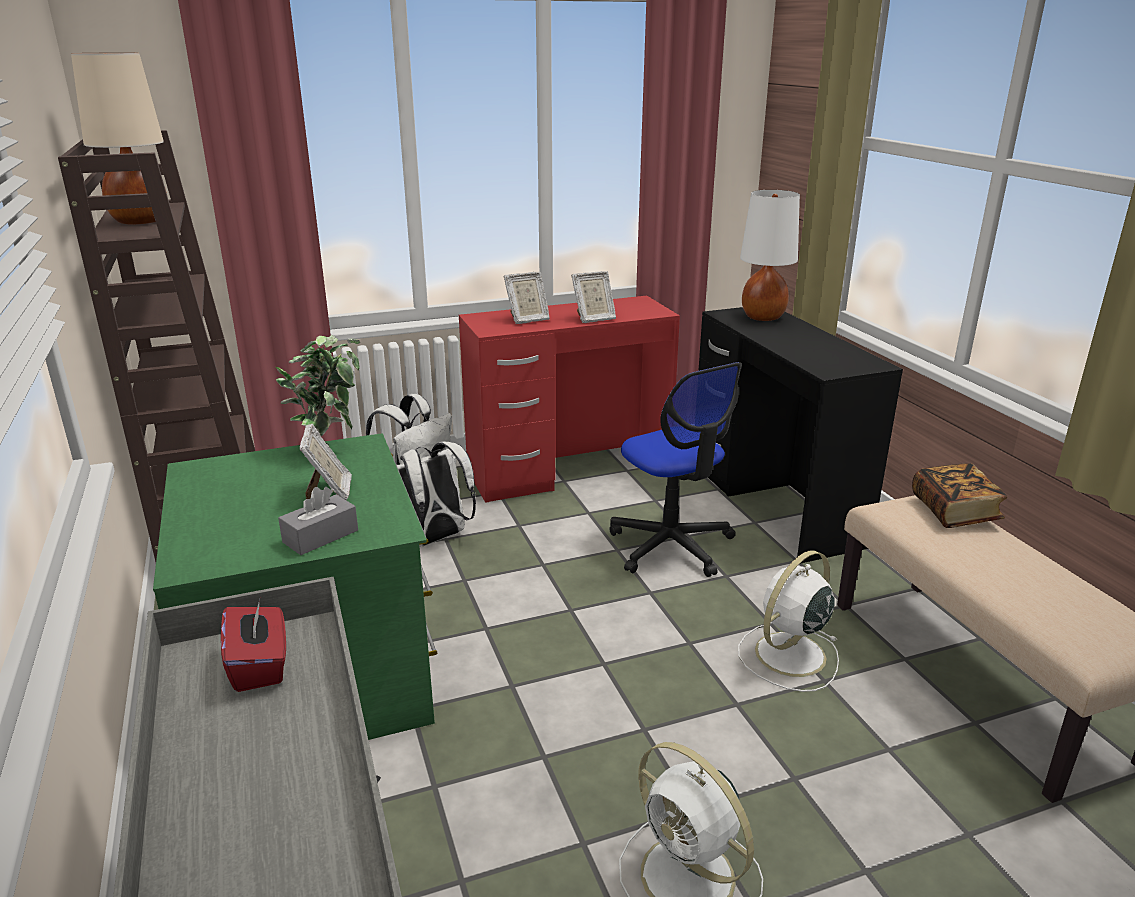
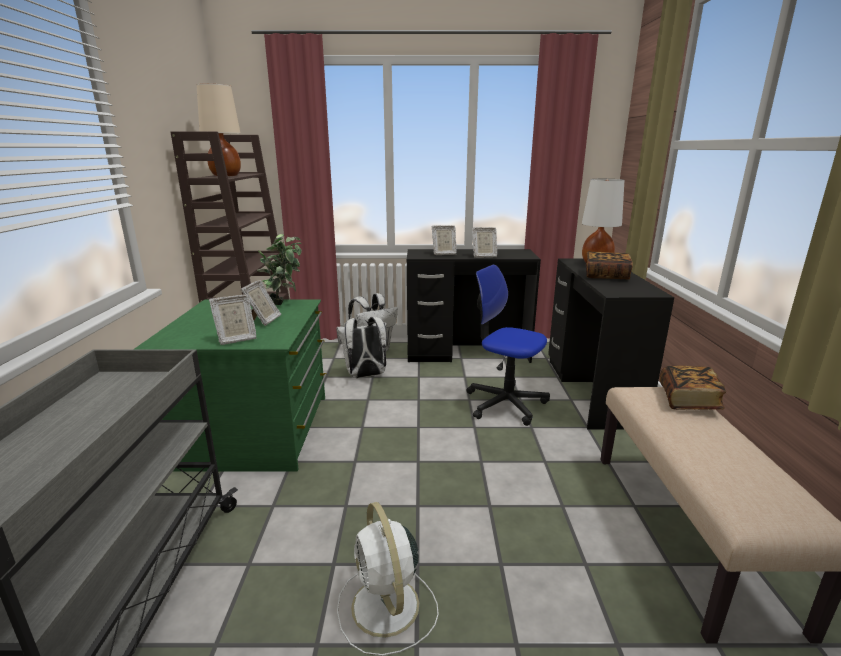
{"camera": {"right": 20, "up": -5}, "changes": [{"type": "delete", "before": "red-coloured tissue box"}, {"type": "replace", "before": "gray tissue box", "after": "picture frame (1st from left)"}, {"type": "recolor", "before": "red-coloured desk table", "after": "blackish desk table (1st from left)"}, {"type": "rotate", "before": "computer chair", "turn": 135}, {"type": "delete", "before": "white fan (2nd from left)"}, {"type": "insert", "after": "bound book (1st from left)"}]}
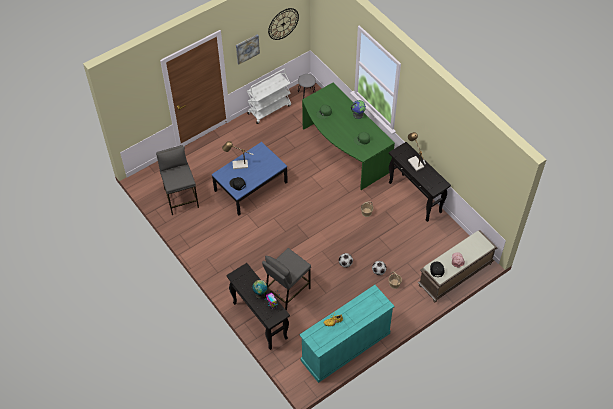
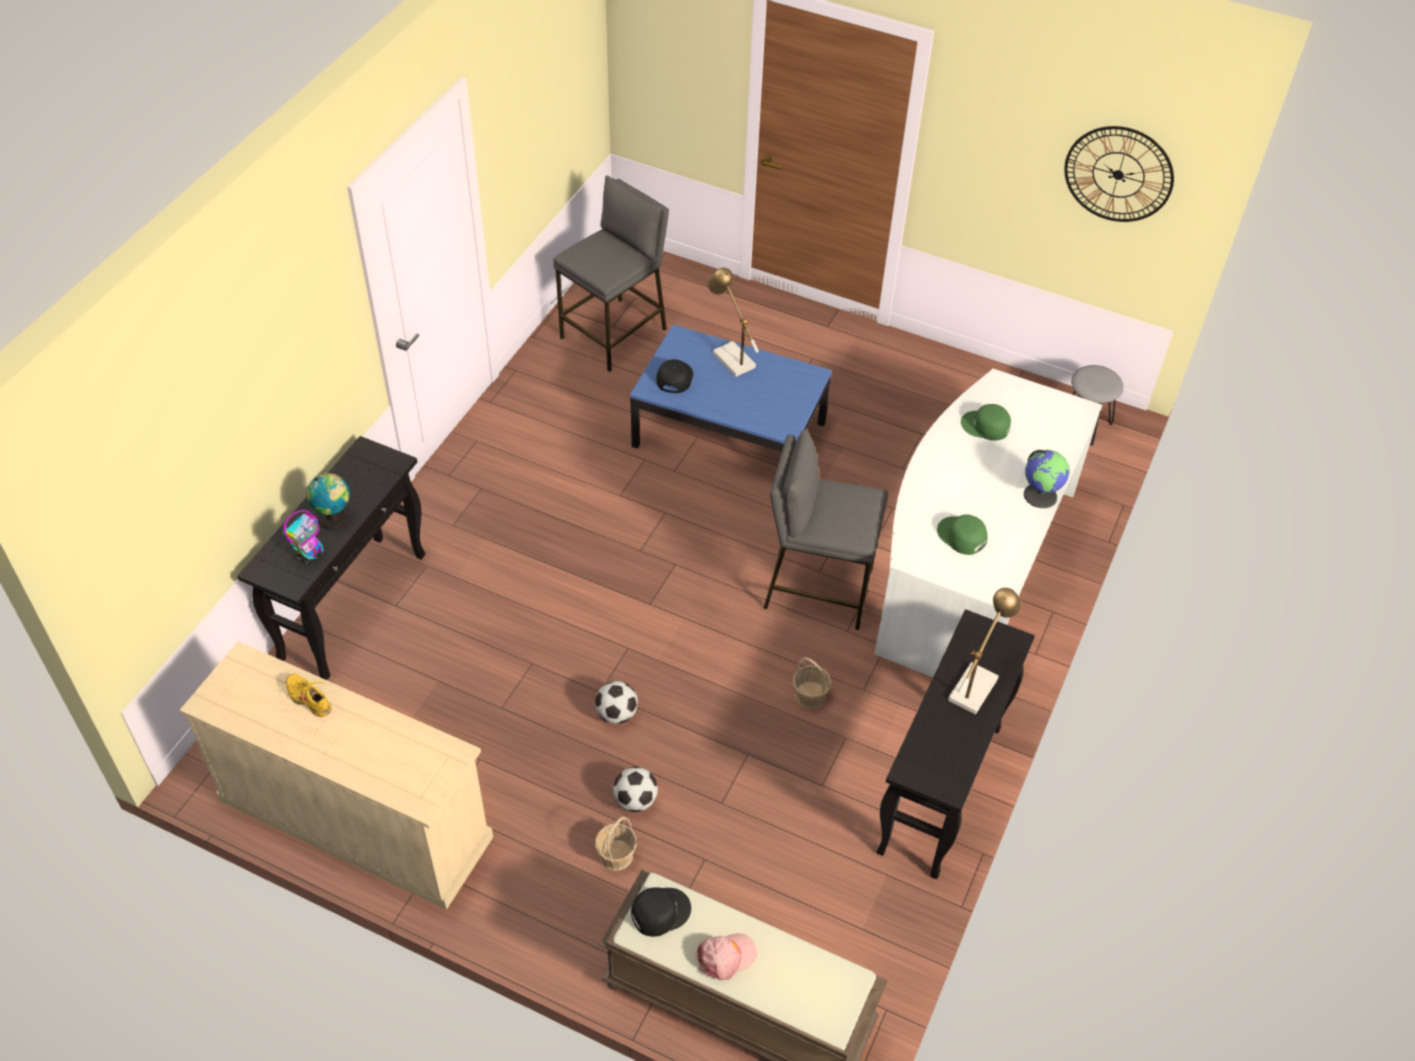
{"camera": {"right": 60, "up": -5}, "changes": [{"type": "delete", "before": "wall picture"}, {"type": "delete", "before": "white trolley"}, {"type": "move", "before": "gray stool (2nd from left)"}, {"type": "recolor", "before": "turquoise-coloured chest of drawers", "after": "beige-coloured chest of drawers"}, {"type": "recolor", "before": "green-coloured desk table", "after": "white desk table"}]}
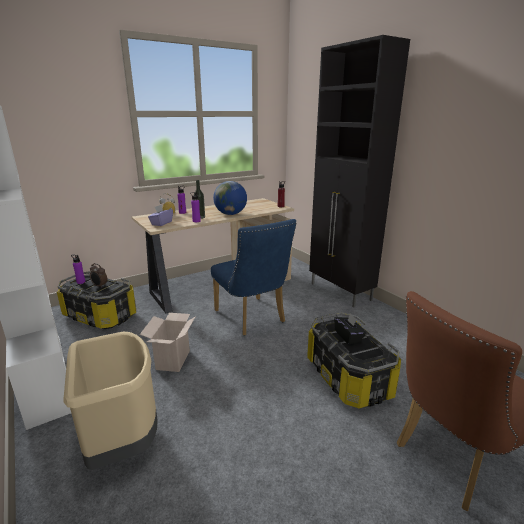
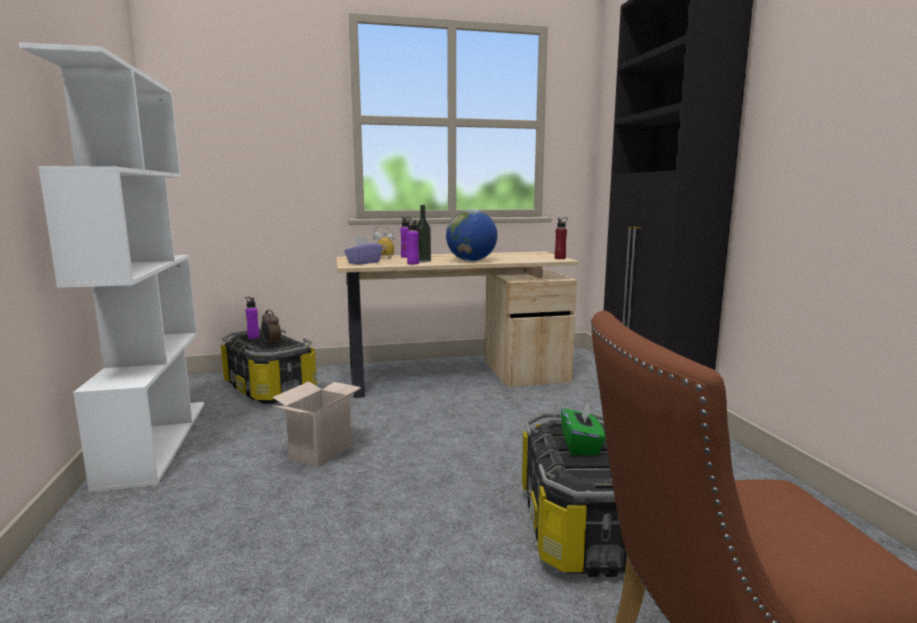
{"camera": {"right": 20, "up": -10}, "changes": [{"type": "delete", "before": "beige-coloured trash can"}, {"type": "delete", "before": "bluish plain chair"}, {"type": "recolor", "before": "blackish tissue box", "after": "green-coloured tissue box"}]}
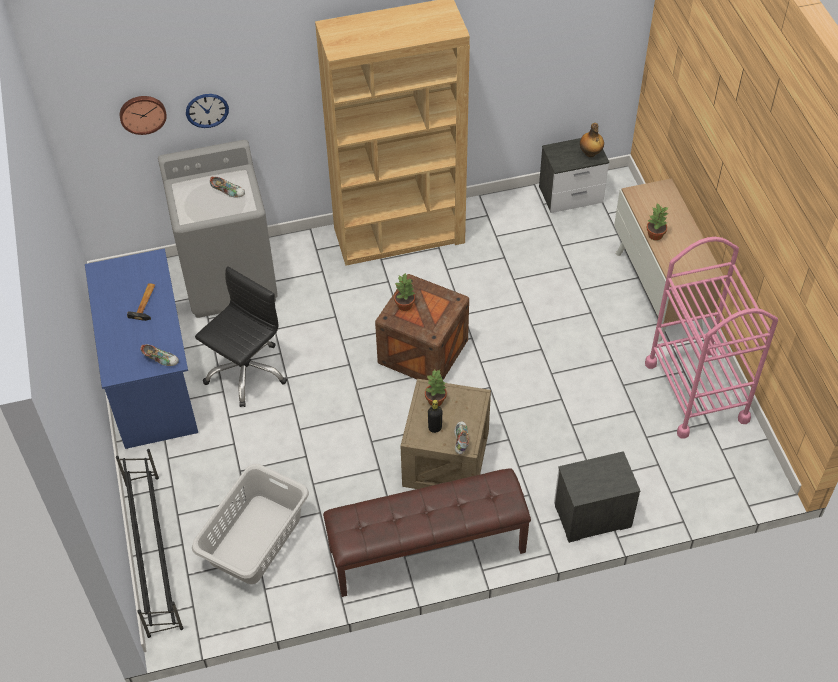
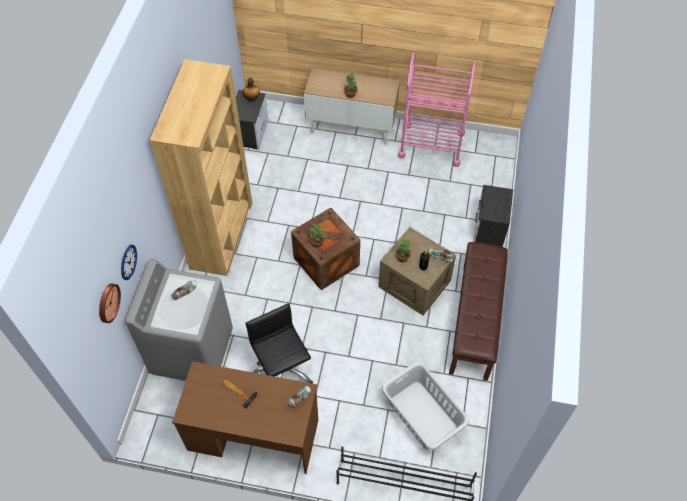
{"camera": {"right": -65, "up": 5}, "changes": [{"type": "recolor", "before": "bluish desk table", "after": "brownish desk table"}]}
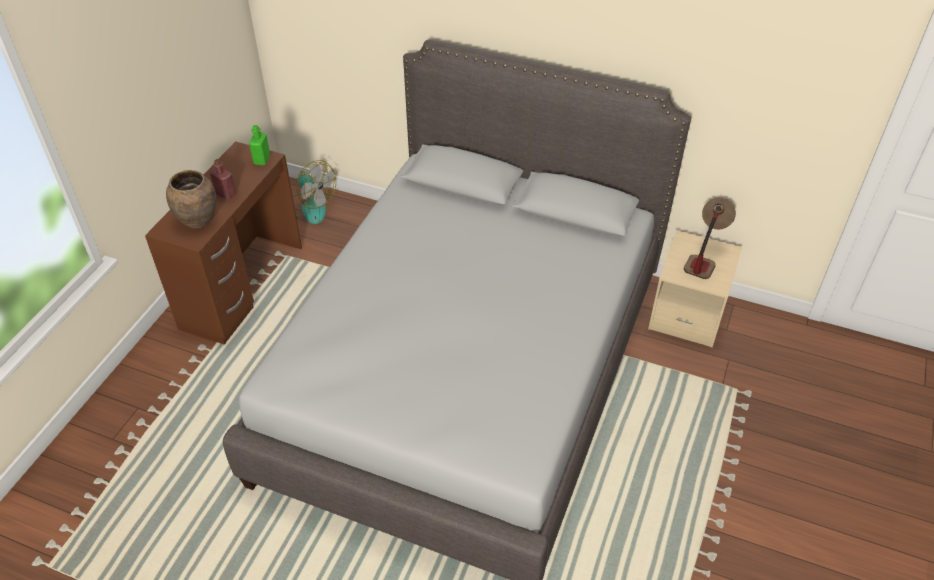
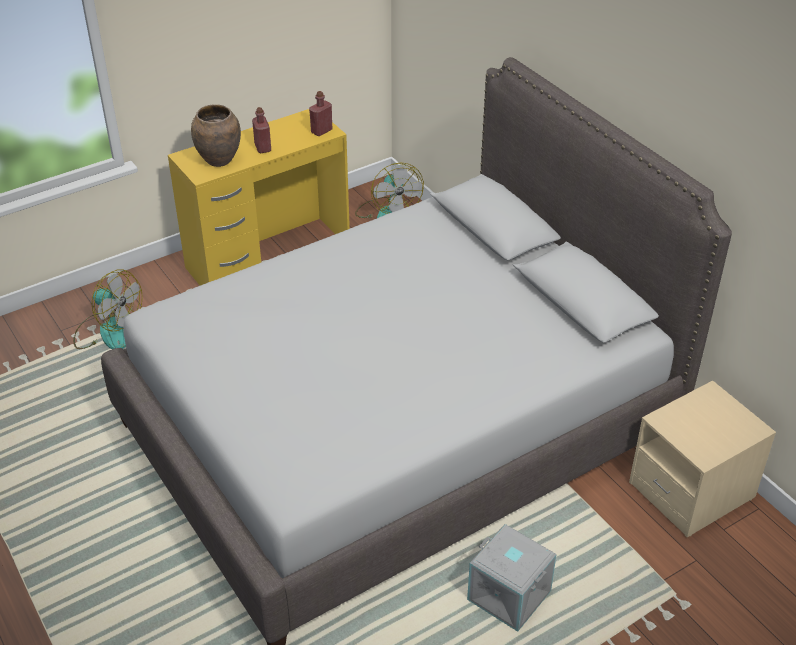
{"camera": {"right": 35, "up": -5}, "changes": [{"type": "recolor", "before": "brownish desk table", "after": "yellow-coloured desk table"}, {"type": "recolor", "before": "green-coloured beverage bottle", "after": "red-coloured beverage bottle (2nd from left)"}, {"type": "delete", "before": "tabletop lamp"}, {"type": "insert", "after": "fan (1st from left)"}, {"type": "insert", "after": "gray storage container"}]}
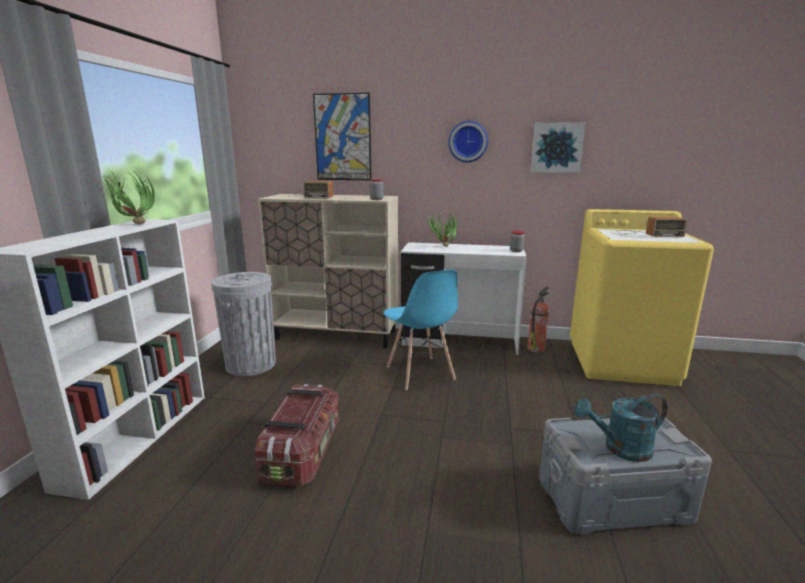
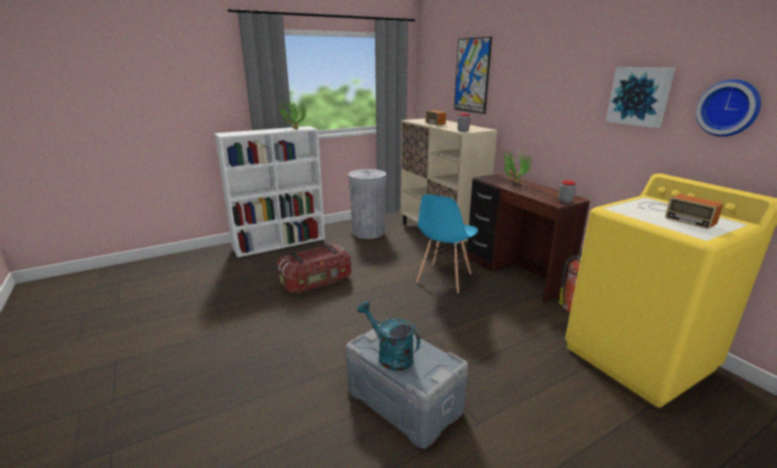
{"camera": {"right": 50, "up": 5}, "changes": [{"type": "recolor", "before": "white desk table", "after": "brownish desk table"}, {"type": "move", "before": "hanging clock"}]}
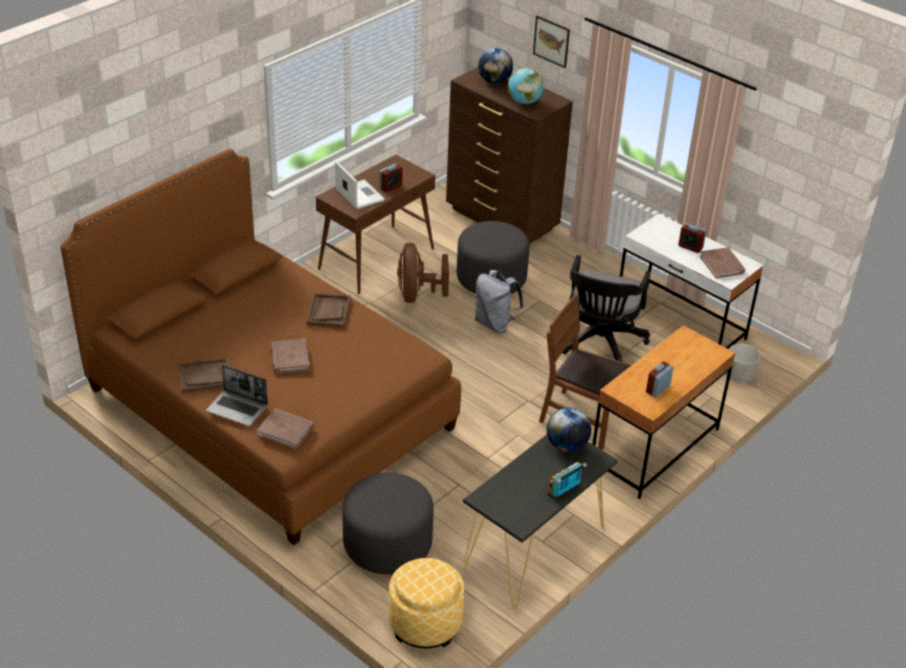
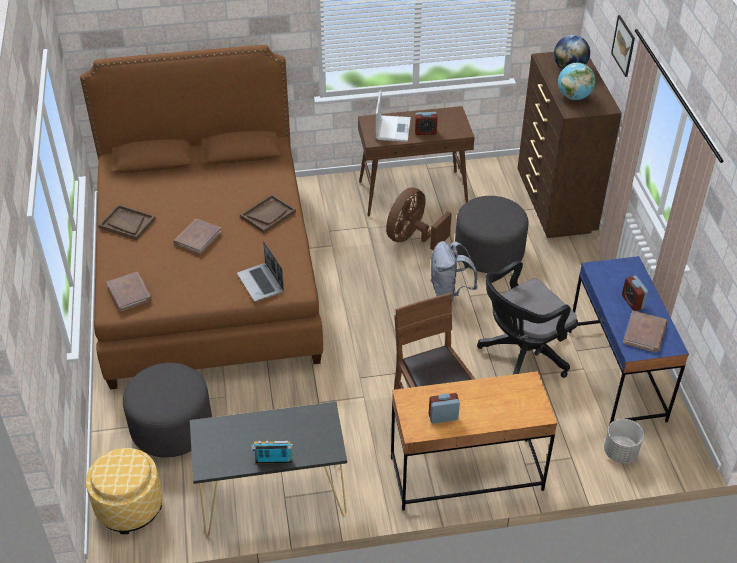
{"camera": {"right": 40, "up": 5}, "changes": [{"type": "move", "before": "laptop (1st from left)"}, {"type": "delete", "before": "desk globe (3rd from left)"}, {"type": "recolor", "before": "white desk table", "after": "bluish desk table"}]}
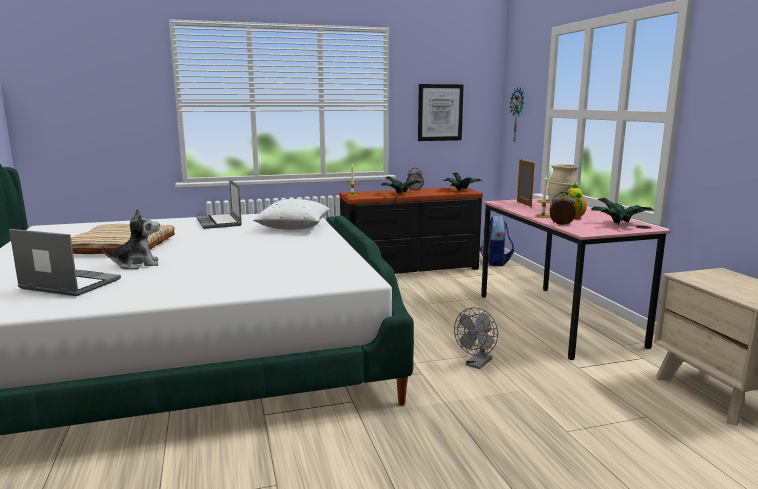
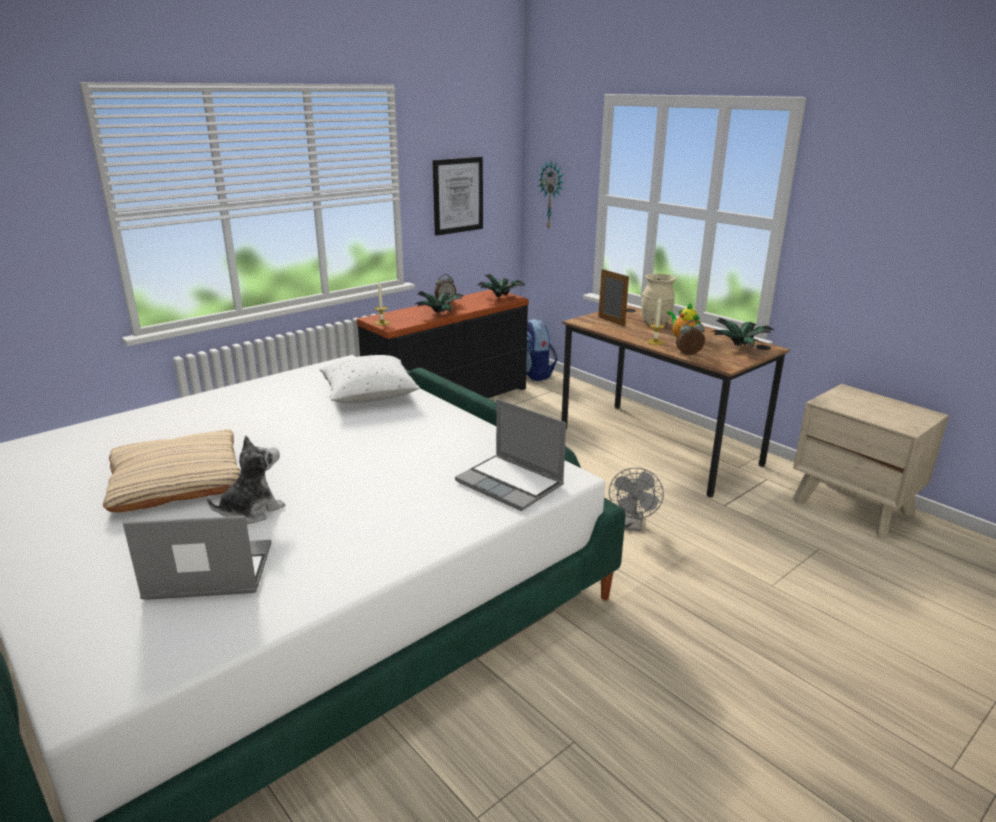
{"camera": {"right": -25, "up": 10}, "changes": [{"type": "move", "before": "laptop (2nd from left)"}, {"type": "recolor", "before": "pink-coloured desk table", "after": "brownish desk table"}]}
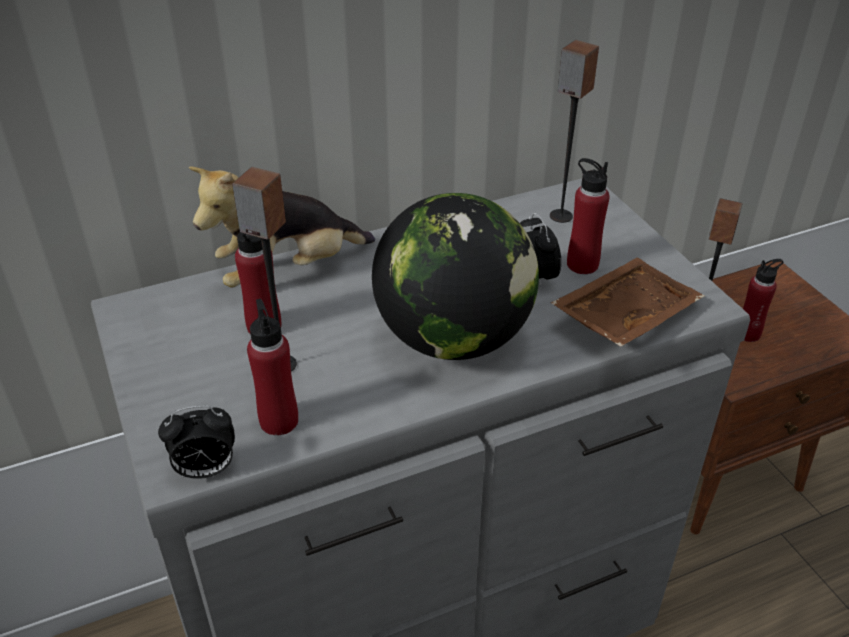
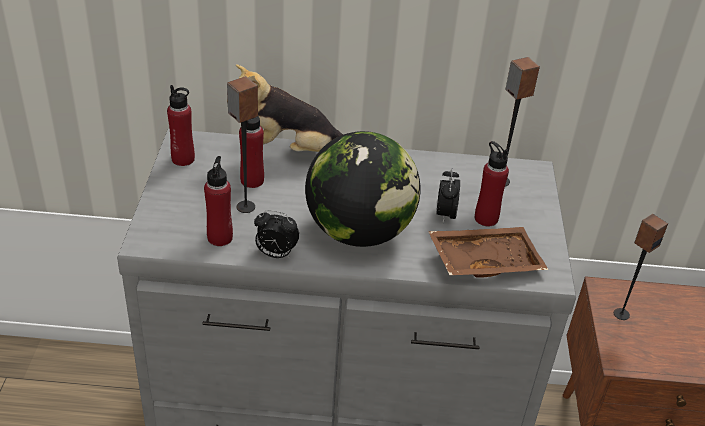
{"camera": {"right": 25, "up": 0}, "changes": [{"type": "move", "before": "table clock (1st from left)"}, {"type": "move", "before": "red-coloured beverage bottle (4th from left in the first image)", "after": "red-coloured beverage bottle (1st from left)"}]}
